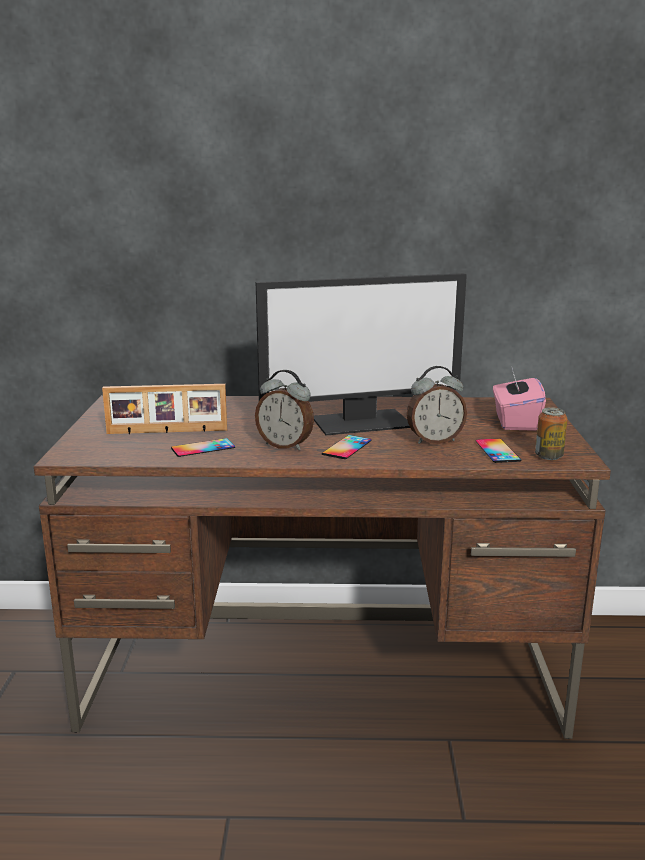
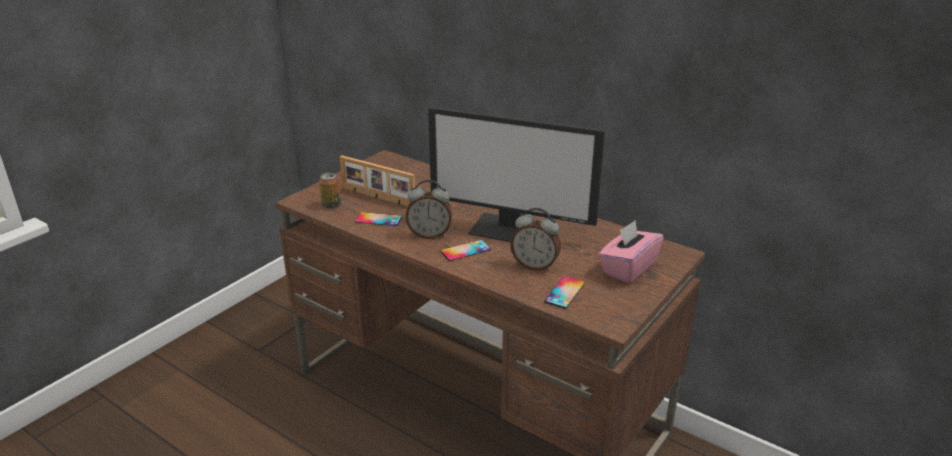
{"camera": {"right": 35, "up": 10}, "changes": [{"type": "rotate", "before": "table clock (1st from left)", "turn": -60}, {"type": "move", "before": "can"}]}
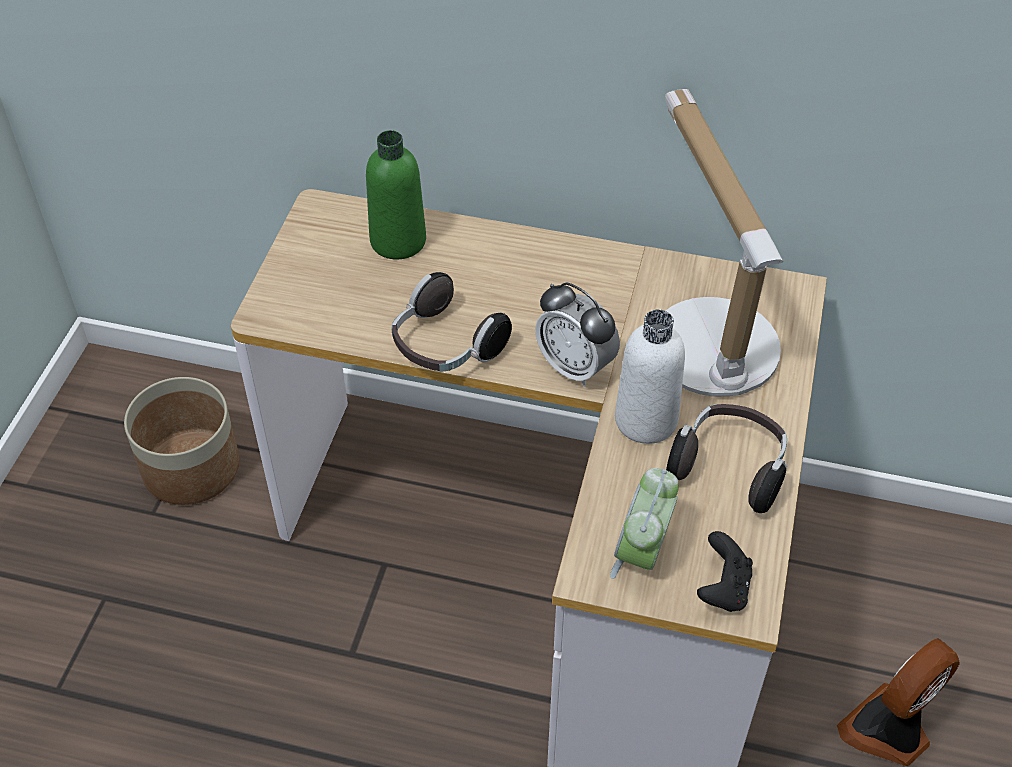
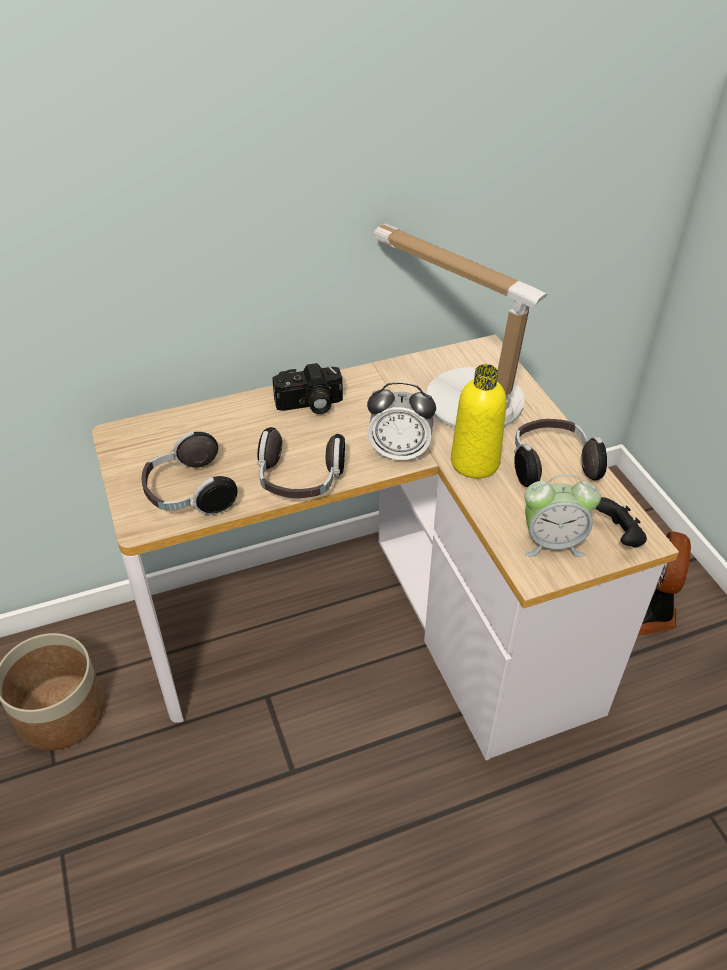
{"camera": {"right": -35, "up": -5}, "changes": [{"type": "delete", "before": "green-coloured beverage bottle"}, {"type": "rotate", "before": "table clock (2nd from left)", "turn": -75}, {"type": "recolor", "before": "white beverage bottle", "after": "yellow-coloured beverage bottle"}, {"type": "insert", "after": "headphones (1st from left)"}, {"type": "insert", "after": "still camera"}]}
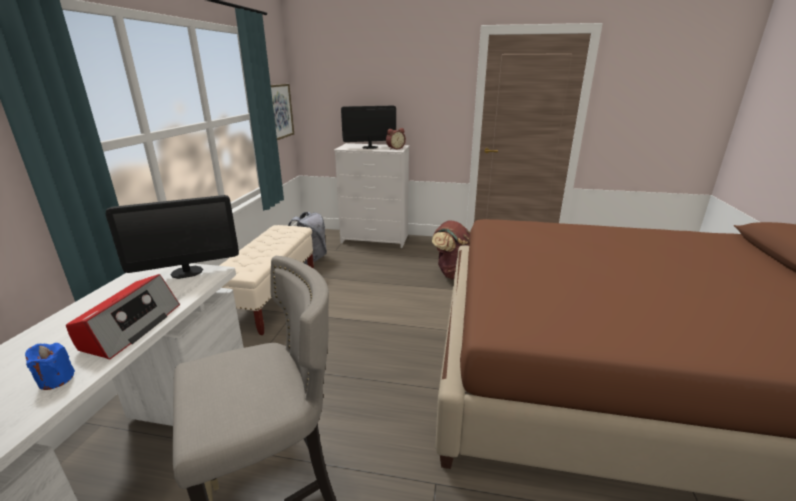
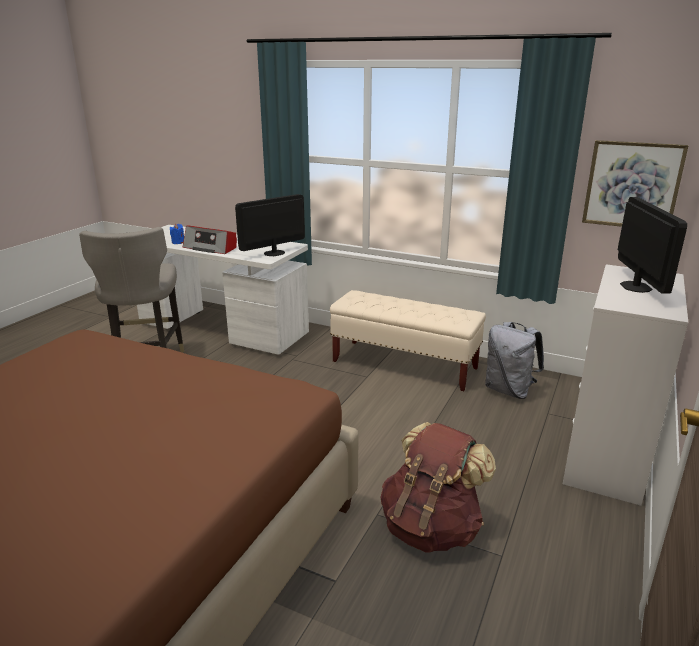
{"camera": {"right": 105, "up": 0}, "changes": [{"type": "rotate", "before": "computer screen (1st from left)", "turn": 60}, {"type": "delete", "before": "table clock"}]}
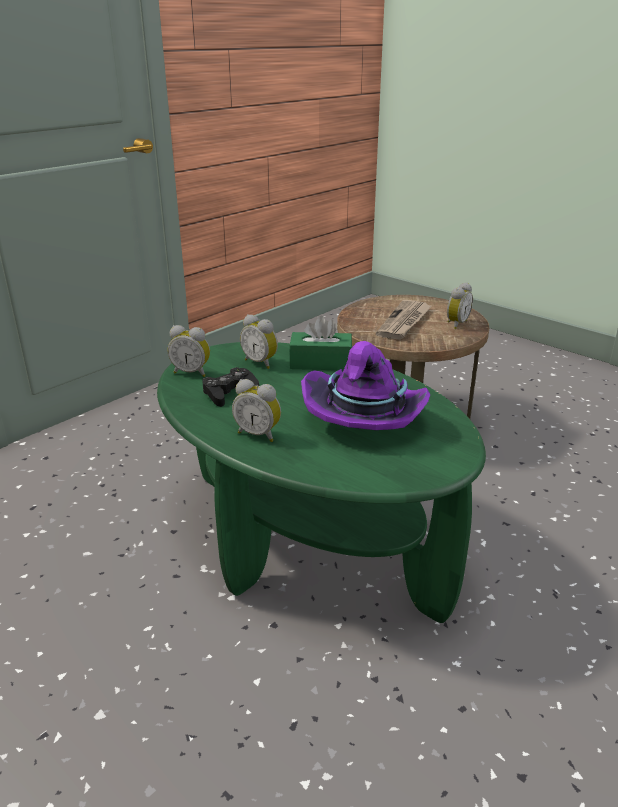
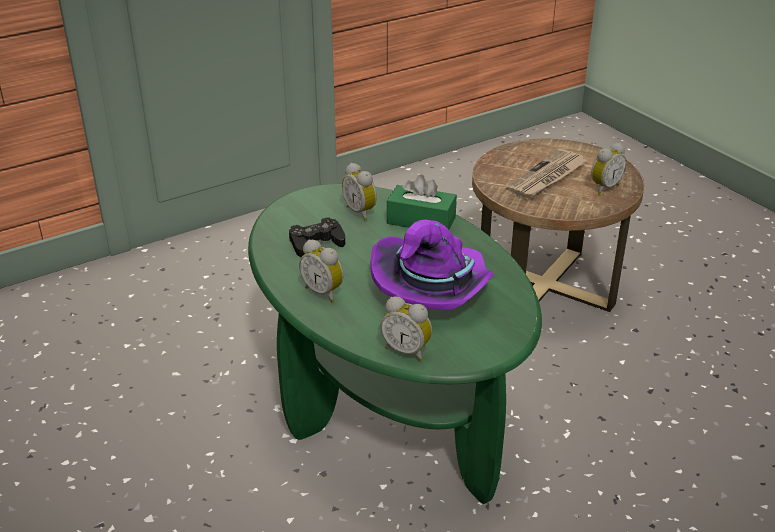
{"camera": {"right": 15, "up": 5}, "changes": [{"type": "move", "before": "table clock (1st from left in the first image)", "after": "table clock (3rd from left)"}]}
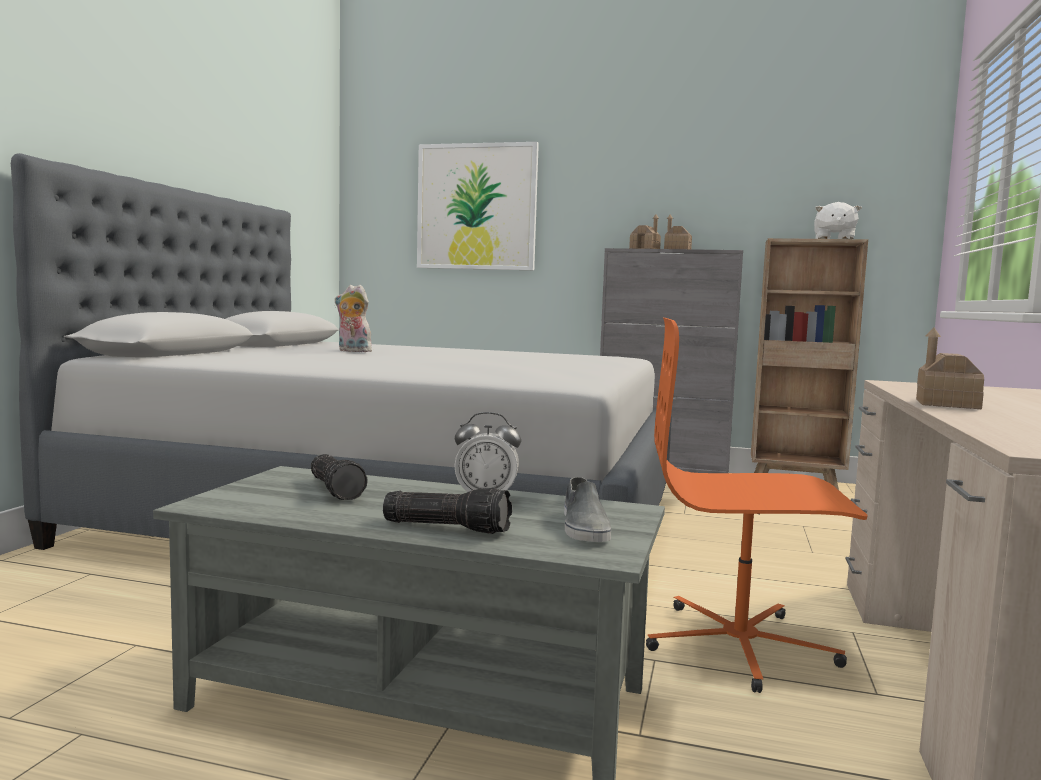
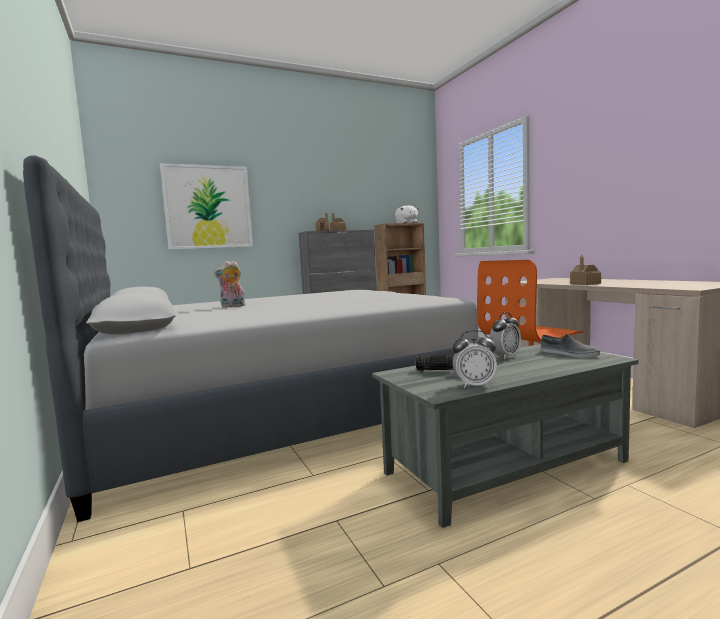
{"camera": {"right": -40, "up": 0}, "changes": [{"type": "delete", "before": "hand torch (2nd from left)"}, {"type": "insert", "after": "table clock (1st from left)"}]}
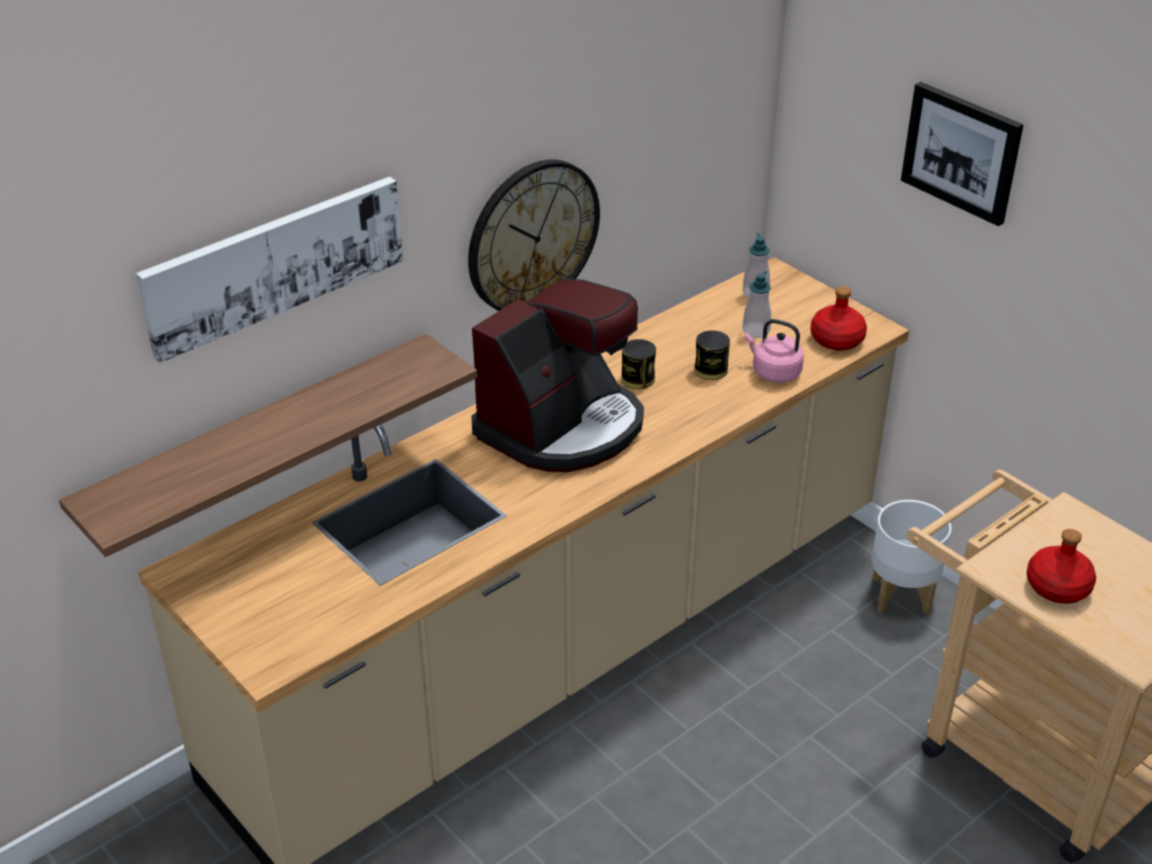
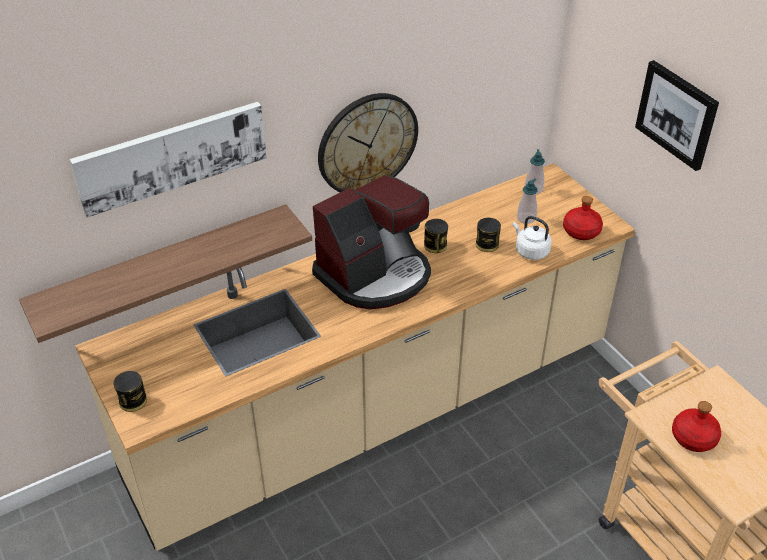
{"camera": {"right": 10, "up": 5}, "changes": [{"type": "recolor", "before": "pink-coloured tea kettle", "after": "white tea kettle"}, {"type": "delete", "before": "white plant pot"}, {"type": "insert", "after": "can (1st from left)"}]}
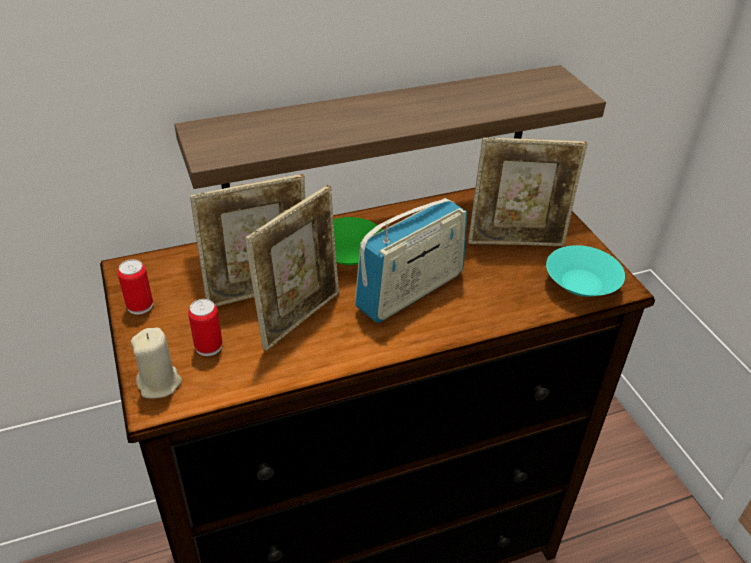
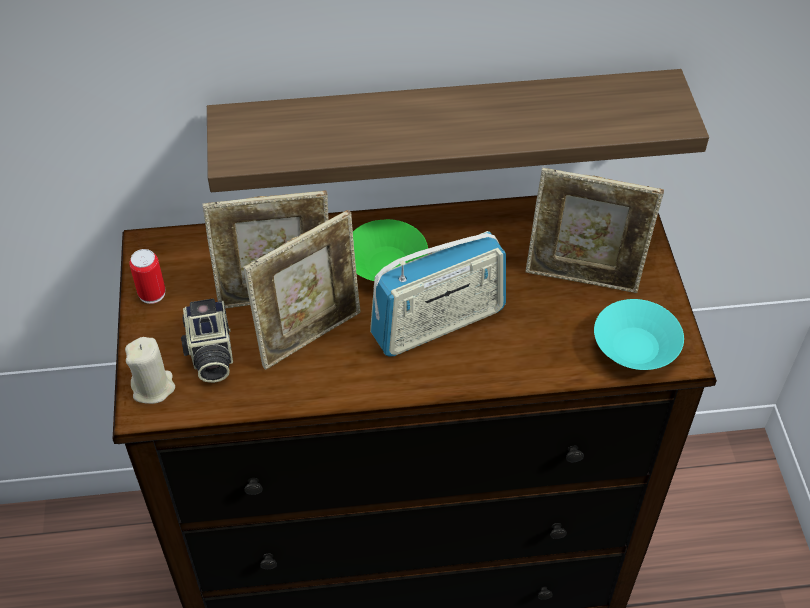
{"camera": {"right": 15, "up": 10}, "changes": [{"type": "replace", "before": "can (2nd from left)", "after": "still camera"}]}
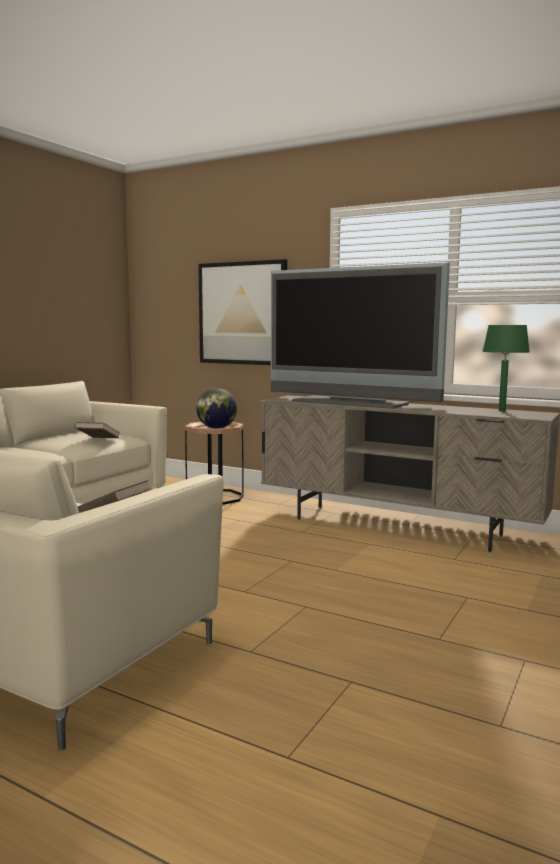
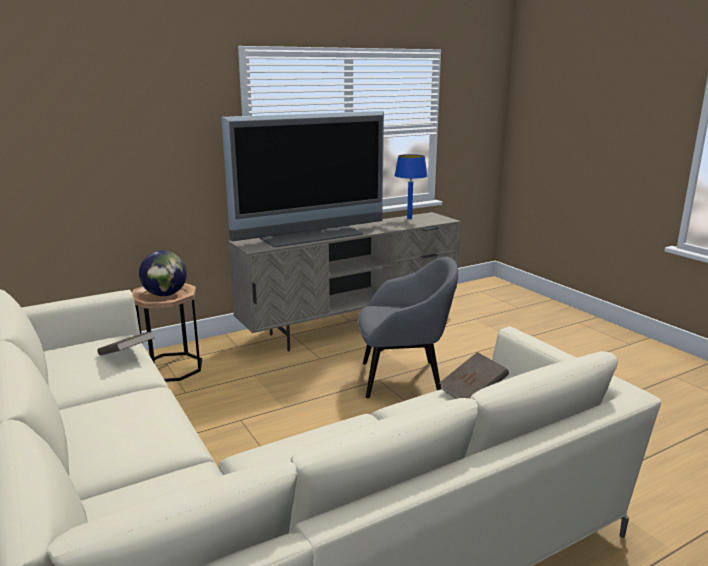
{"camera": {"right": -60, "up": 10}, "changes": [{"type": "delete", "before": "wall picture"}, {"type": "recolor", "before": "green-coloured tabletop lamp", "after": "bluish tabletop lamp"}, {"type": "insert", "after": "gray armchair"}]}
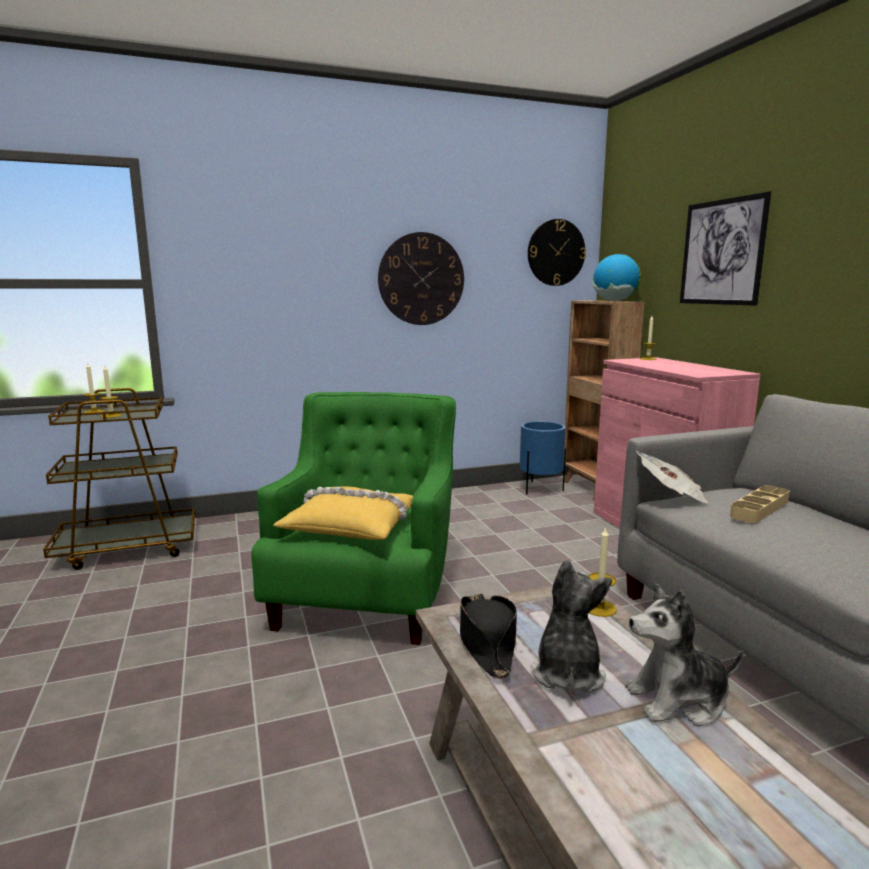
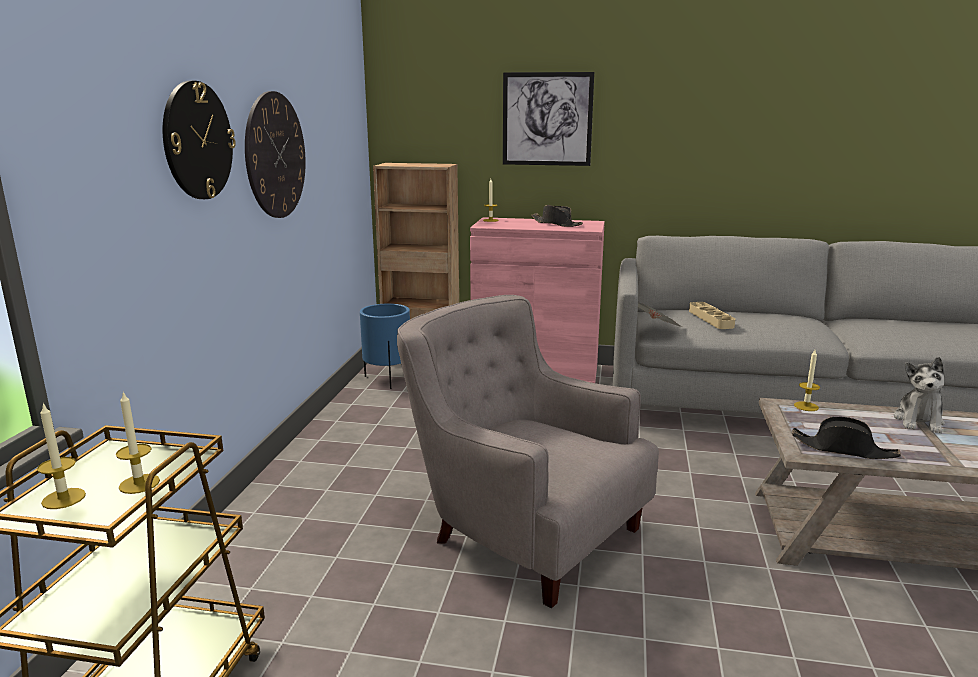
{"camera": {"right": -60, "up": 5}, "changes": [{"type": "recolor", "before": "green-coloured armchair", "after": "gray armchair"}, {"type": "delete", "before": "yellow-coloured throw pillow"}, {"type": "move", "before": "hanging clock (2nd from left in the first image)", "after": "hanging clock (1st from left)"}, {"type": "delete", "before": "plush toy (1st from left)"}, {"type": "delete", "before": "desk globe"}, {"type": "insert", "after": "blackish wearable hat (1st from left)"}]}
